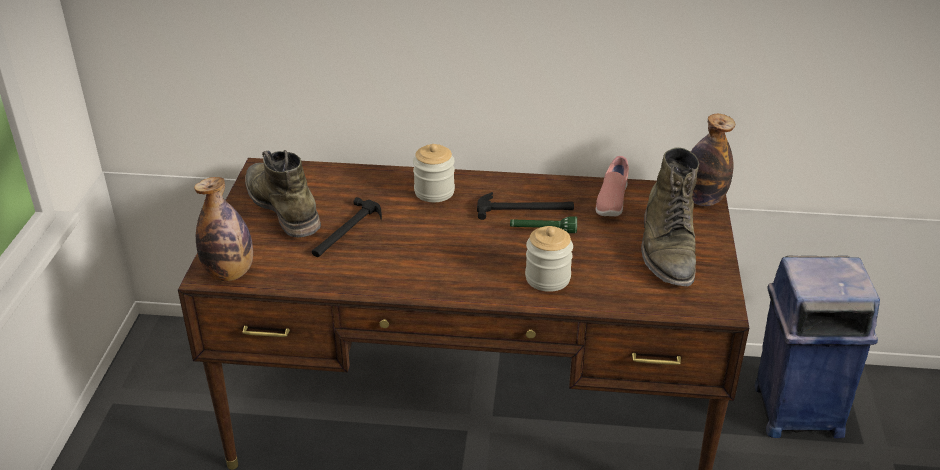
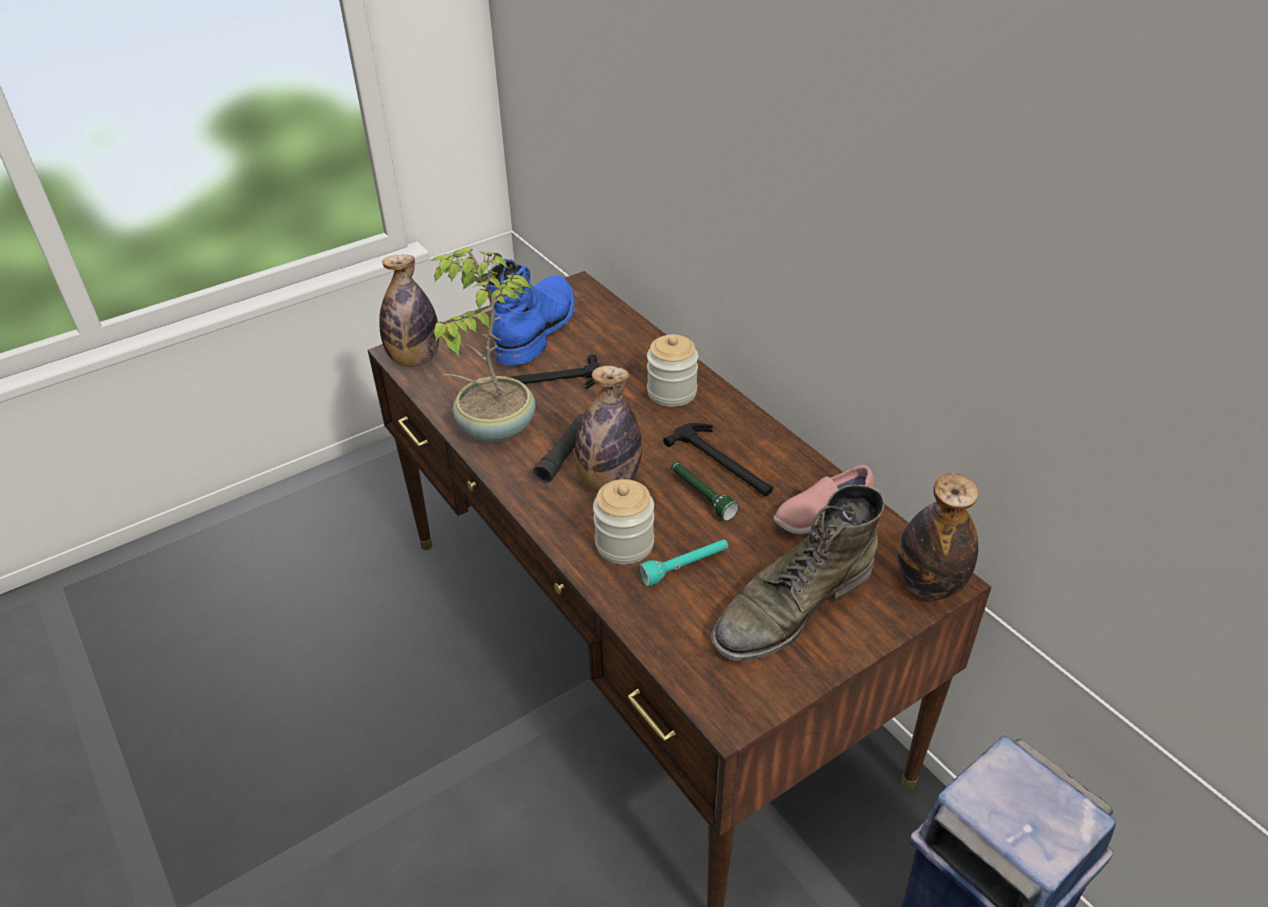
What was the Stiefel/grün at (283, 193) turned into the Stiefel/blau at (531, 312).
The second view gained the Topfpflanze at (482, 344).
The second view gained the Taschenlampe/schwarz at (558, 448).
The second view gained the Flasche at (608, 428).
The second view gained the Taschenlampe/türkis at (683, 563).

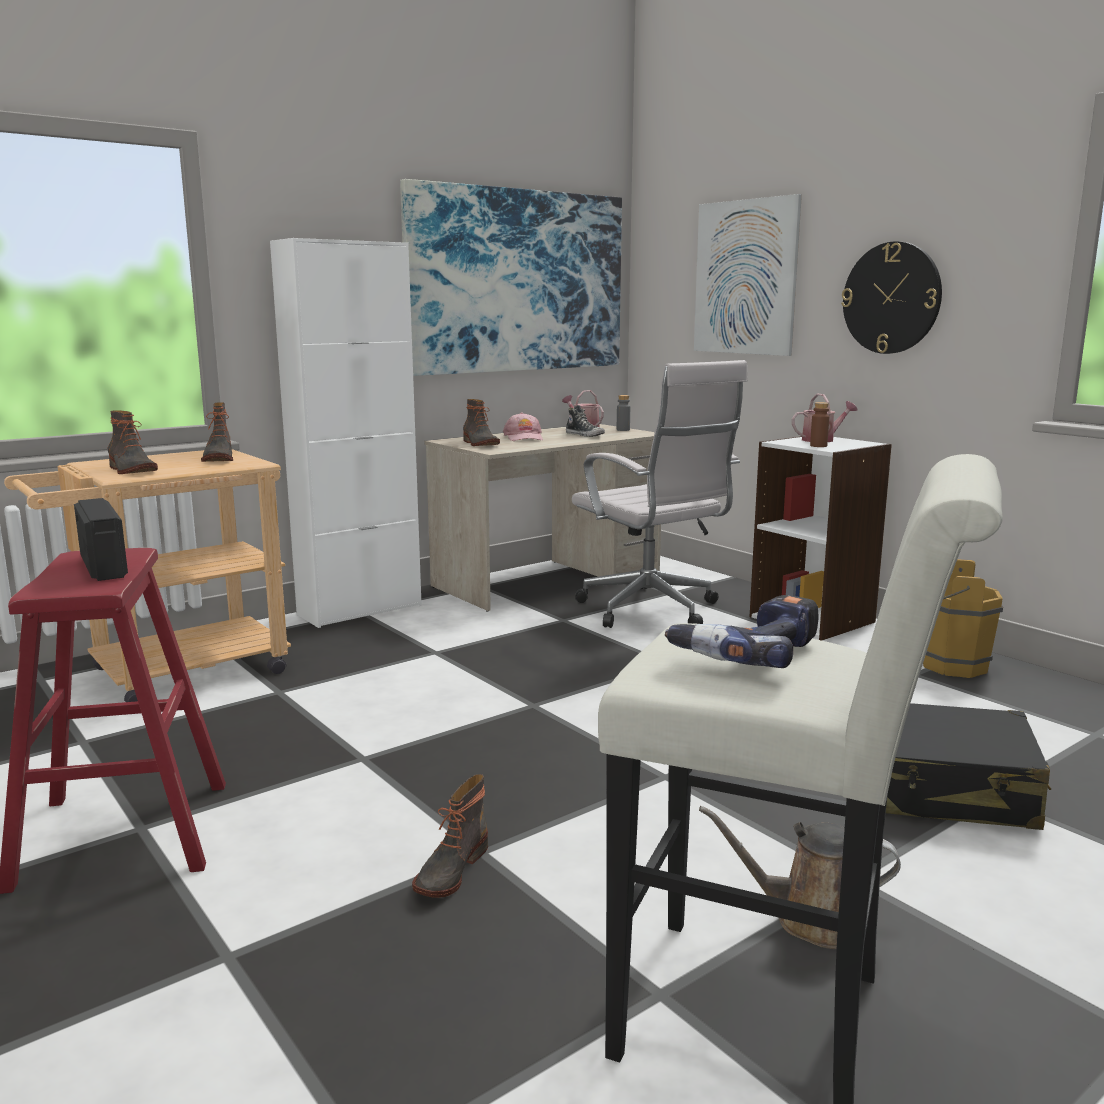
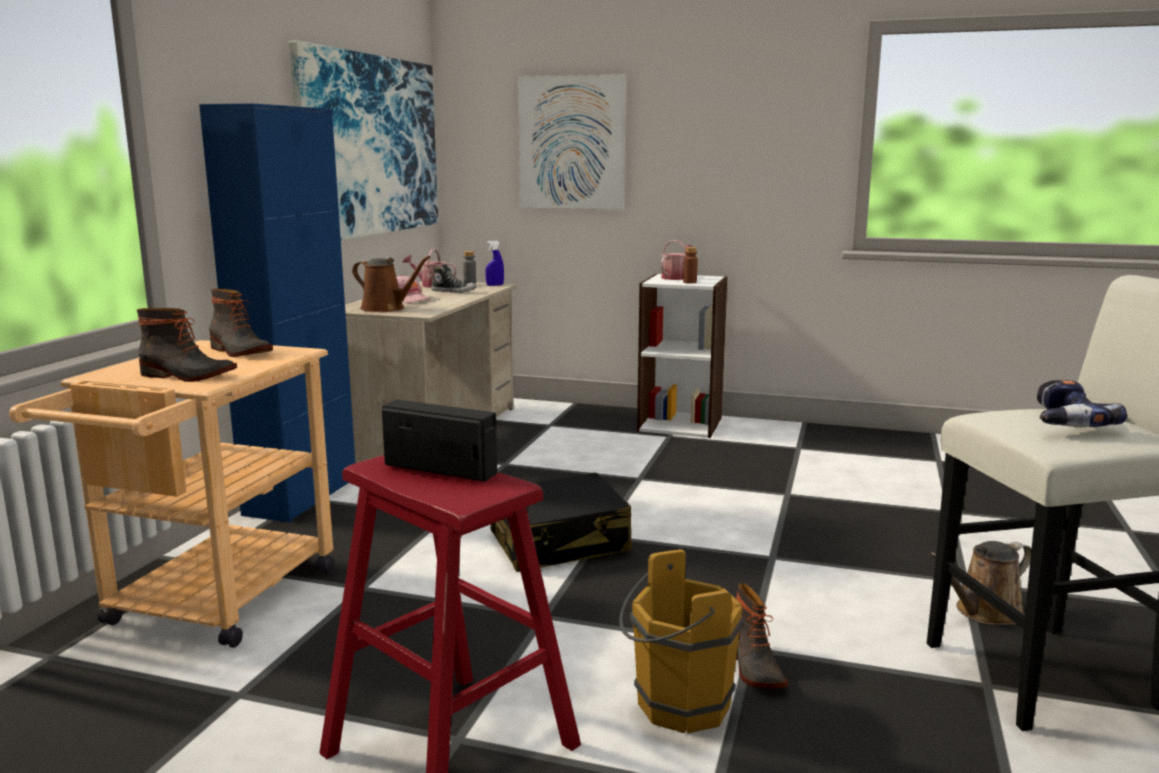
What was the Schrank/weiß at (346, 433) turned into the Schrank/blau at (277, 313).
Where the Stiefel stood at (481, 422), the Gießkanne/braun came to stand at (391, 284).
The second view lost the Bürostuhl/weiß at (660, 494).
The second view lost the Wanduhr at (891, 297).
The Koffer/schwarz ended up elsewhere, having gone from (968, 766) to (561, 522).
The Eimer/braun ended up elsewhere, having gone from (963, 618) to (681, 641).
The second view gained the Sprühflasche/blau at (494, 263).

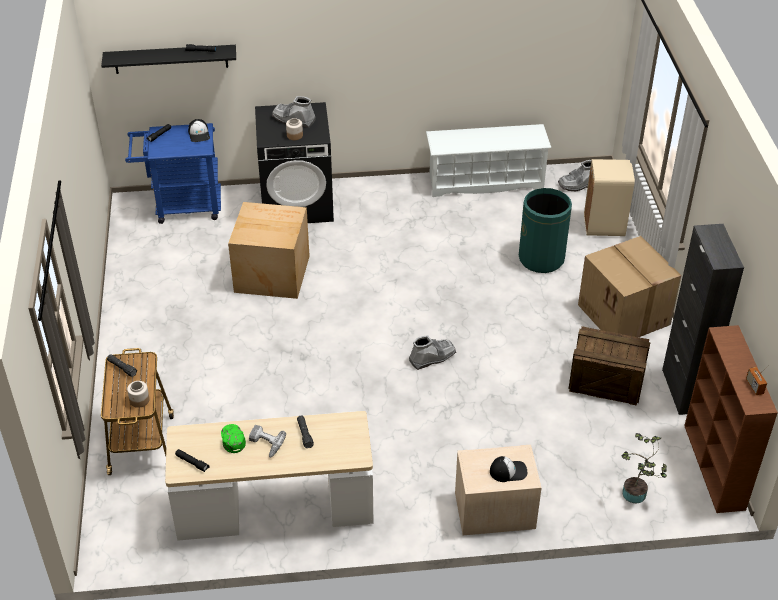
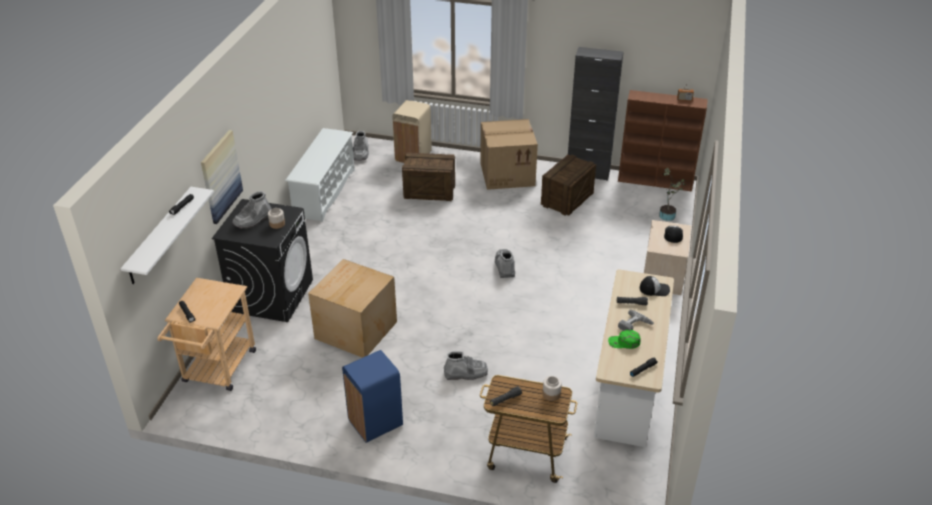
What was the Wandregal/schwarz at (168, 59) turned into the Wandregal/weiß at (167, 235).
What was the Rollwagen/blau at (173, 173) turned into the Rollwagen/beige at (206, 334).
The Kappe ended up elsewhere, having gone from (199, 130) to (655, 286).
Where the Mülleimer/grün stood at (545, 230), the Kiste came to stand at (428, 176).
The second view gained the Bild at (222, 177).
The second view gained the Mülleimer/blau at (372, 396).
The second view gained the Stiefel/grau at (466, 365).

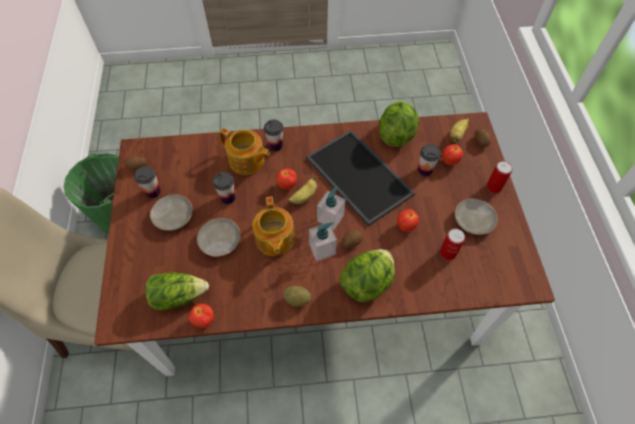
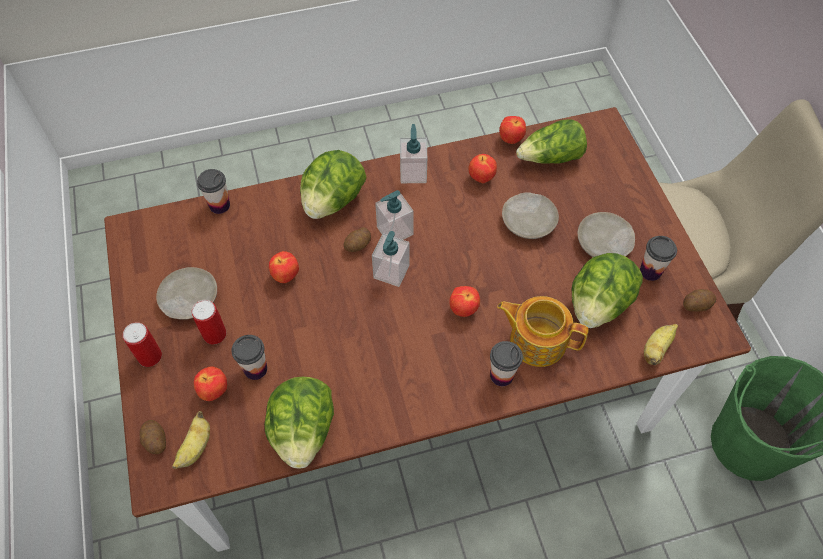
The Tasse ended up elsewhere, having gone from (224, 188) to (213, 191).
The second view lost the Teekanne at (273, 226).
Where the Kartoffel stood at (297, 296), the Seifenspender came to stand at (413, 153).
The Banane ended up elsewhere, having gone from (302, 190) to (661, 344).
The second view lost the Tablett at (360, 178).
The Dose ended up elsewhere, having gone from (452, 244) to (209, 322).
The second view gained the Apfel at (482, 168).
The second view gained the Salatkopf at (607, 290).

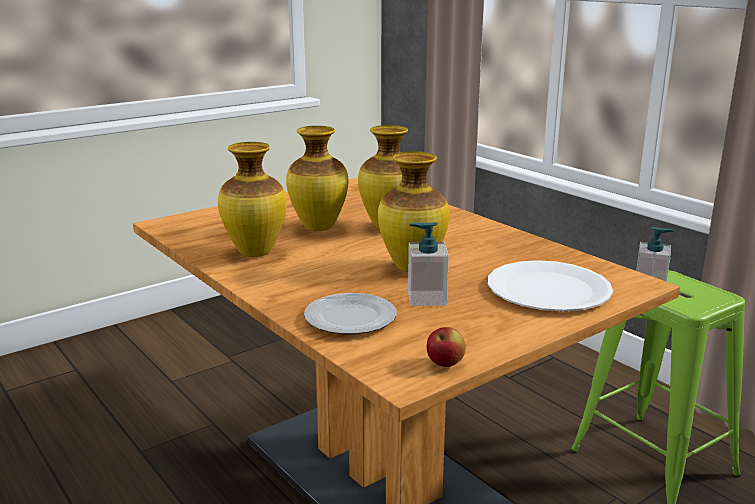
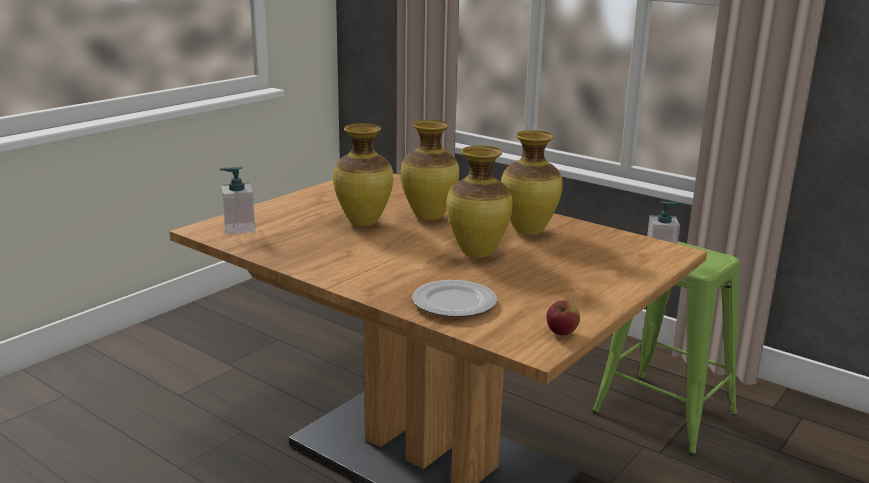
The Vase ended up elsewhere, having gone from (252, 199) to (532, 182).
The Seifenspender ended up elsewhere, having gone from (428, 264) to (237, 200).
The second view lost the Teller/weiß at (550, 285).

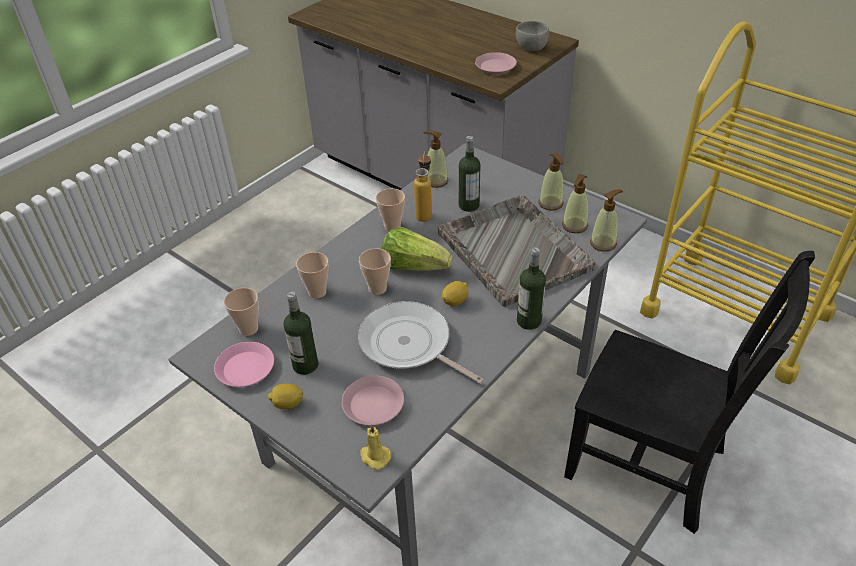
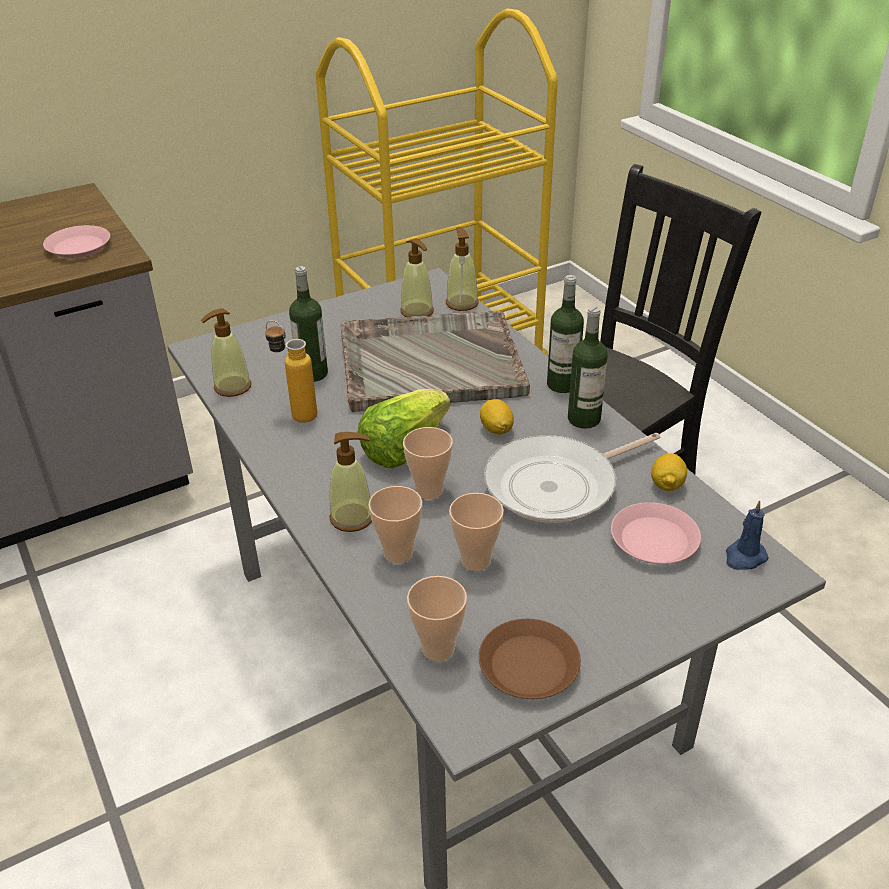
What was the Teller/rosa at (244, 364) turned into the Teller/braun at (530, 659).
The Zitrone ended up elsewhere, having gone from (285, 396) to (669, 472).
The Flasche ended up elsewhere, having gone from (301, 333) to (588, 367).
What was the Kerze/gelb at (375, 446) turned into the Kerze/blau at (747, 535).
The Tasse ended up elsewhere, having gone from (390, 209) to (476, 532).
The second view lost the Schüssel/grau at (532, 36).
The Seifenspender ended up elsewhere, having gone from (551, 182) to (350, 482).

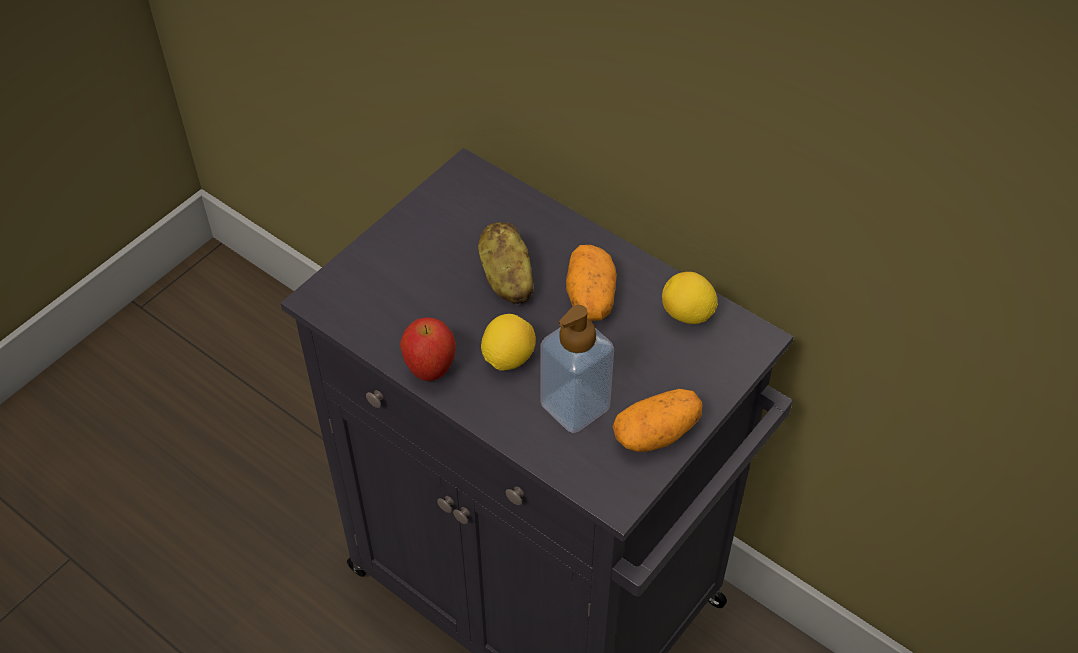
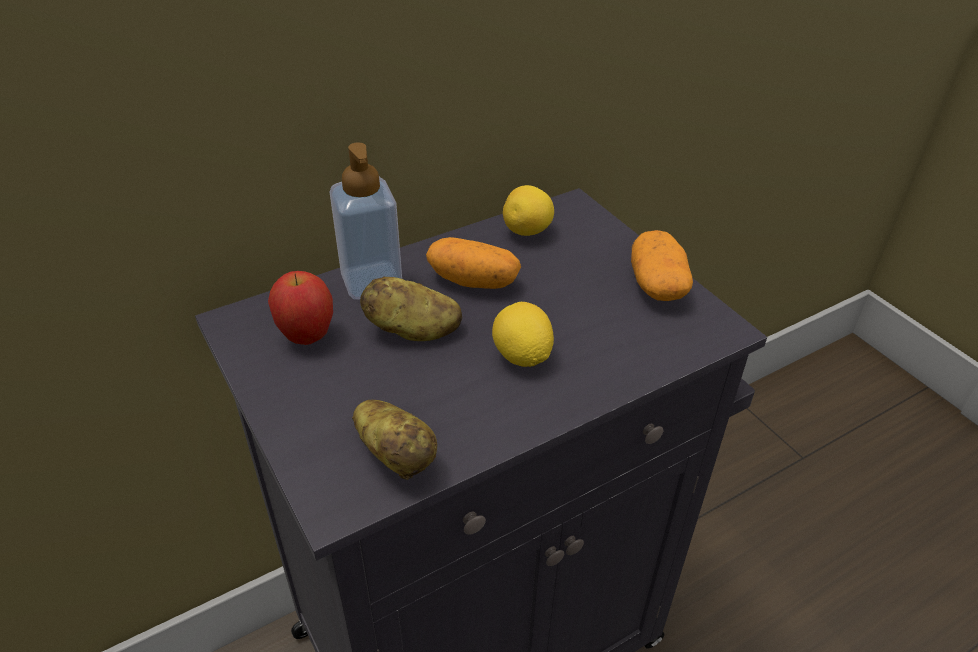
The Apfel ended up elsewhere, having gone from (428, 349) to (300, 308).
The Seifenspender ended up elsewhere, having gone from (577, 369) to (365, 221).
The second view gained the Kartoffel at (394, 440).

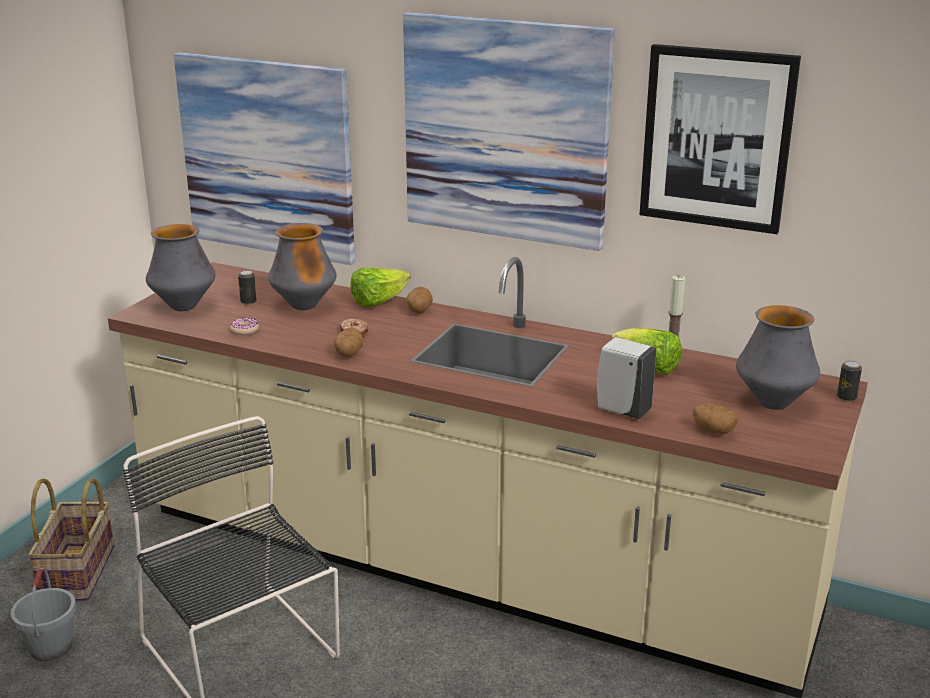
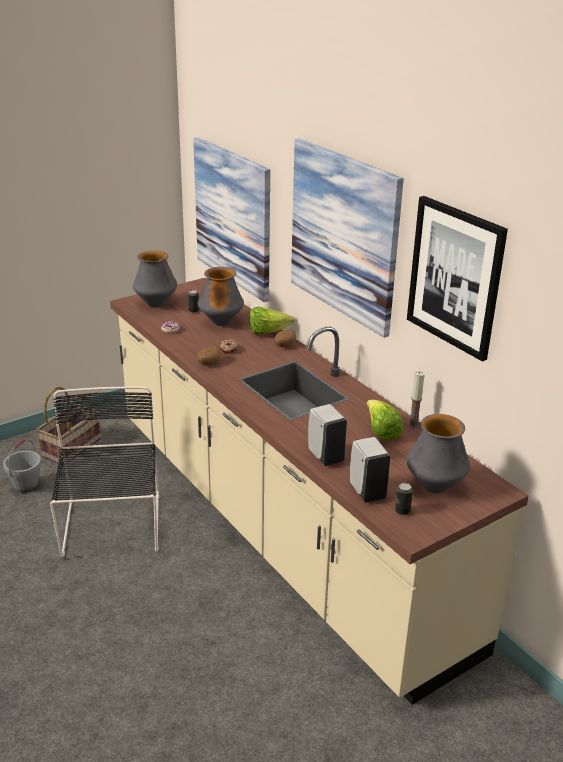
Where the Kartoffel stood at (715, 418), the Seifenspender/weiß came to stand at (370, 469).
The Dose ended up elsewhere, having gone from (849, 381) to (404, 499).

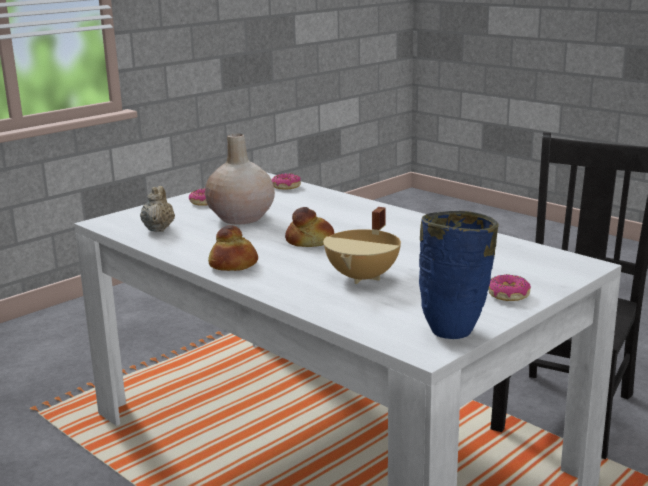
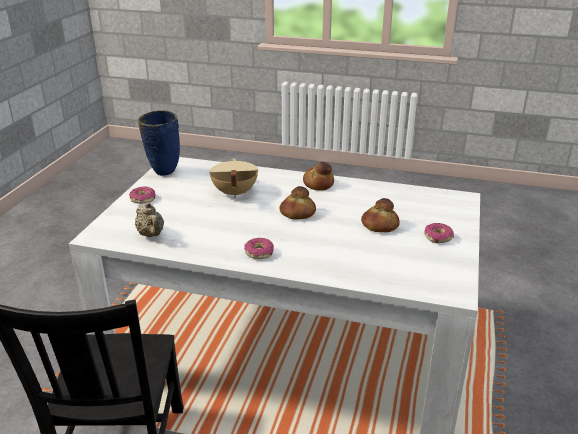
The Teekanne/beige ended up elsewhere, having gone from (157, 209) to (149, 219).
Where the Vase/beige stood at (240, 179), the Brot came to stand at (380, 215).
The Donut ended up elsewhere, having gone from (286, 181) to (259, 248).

